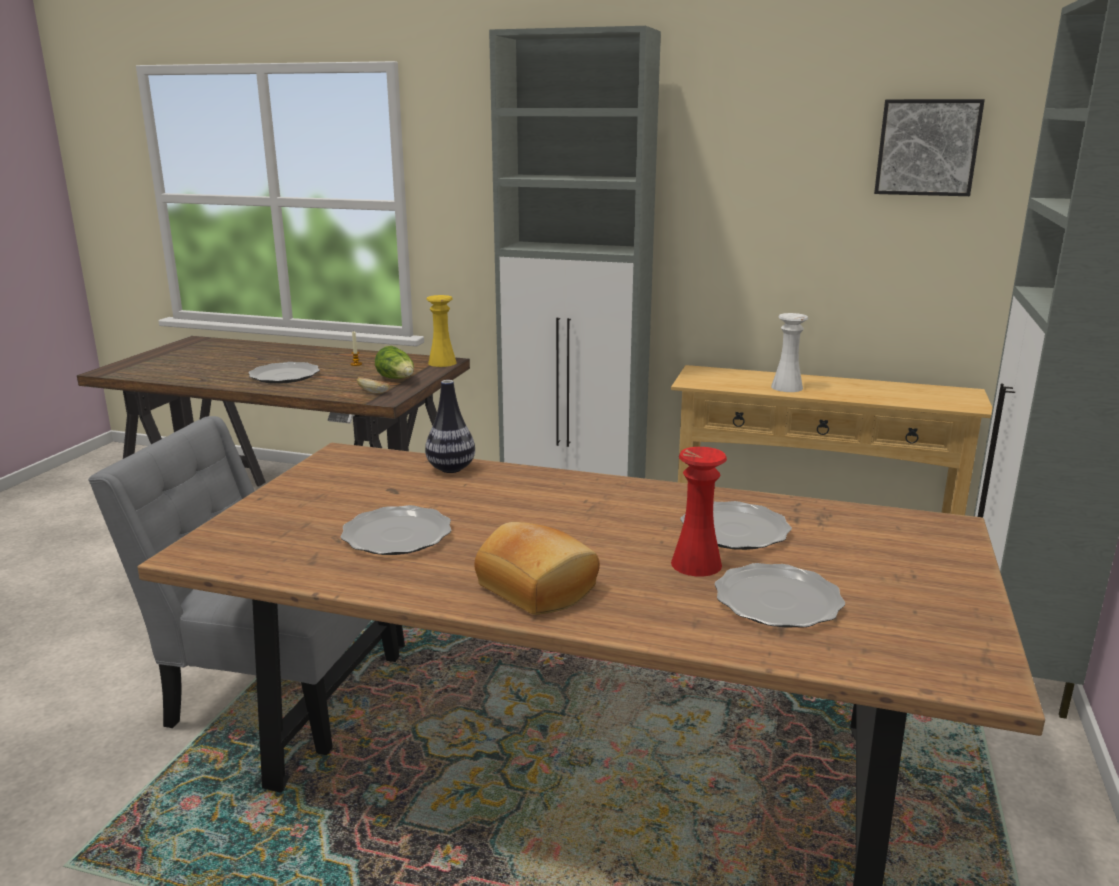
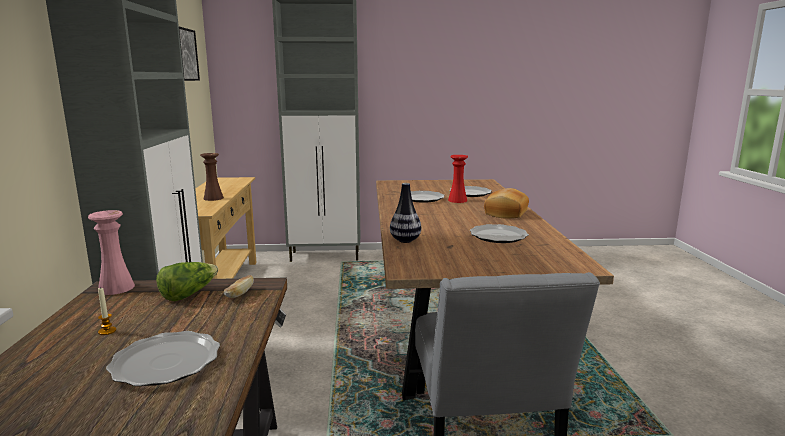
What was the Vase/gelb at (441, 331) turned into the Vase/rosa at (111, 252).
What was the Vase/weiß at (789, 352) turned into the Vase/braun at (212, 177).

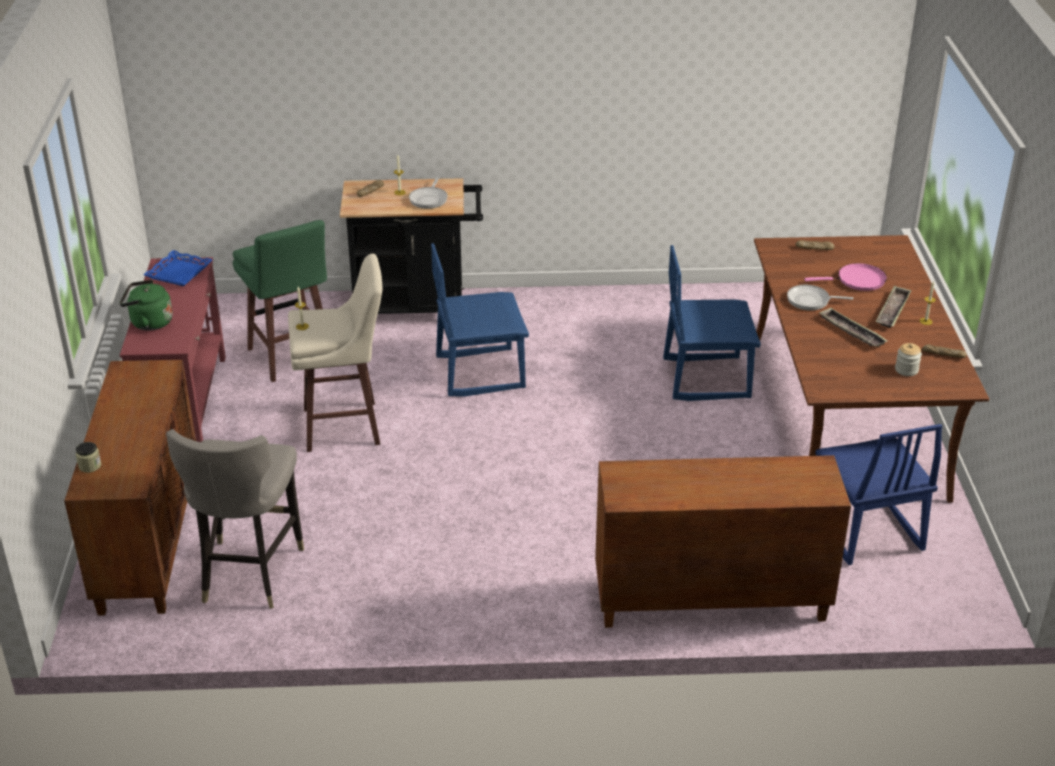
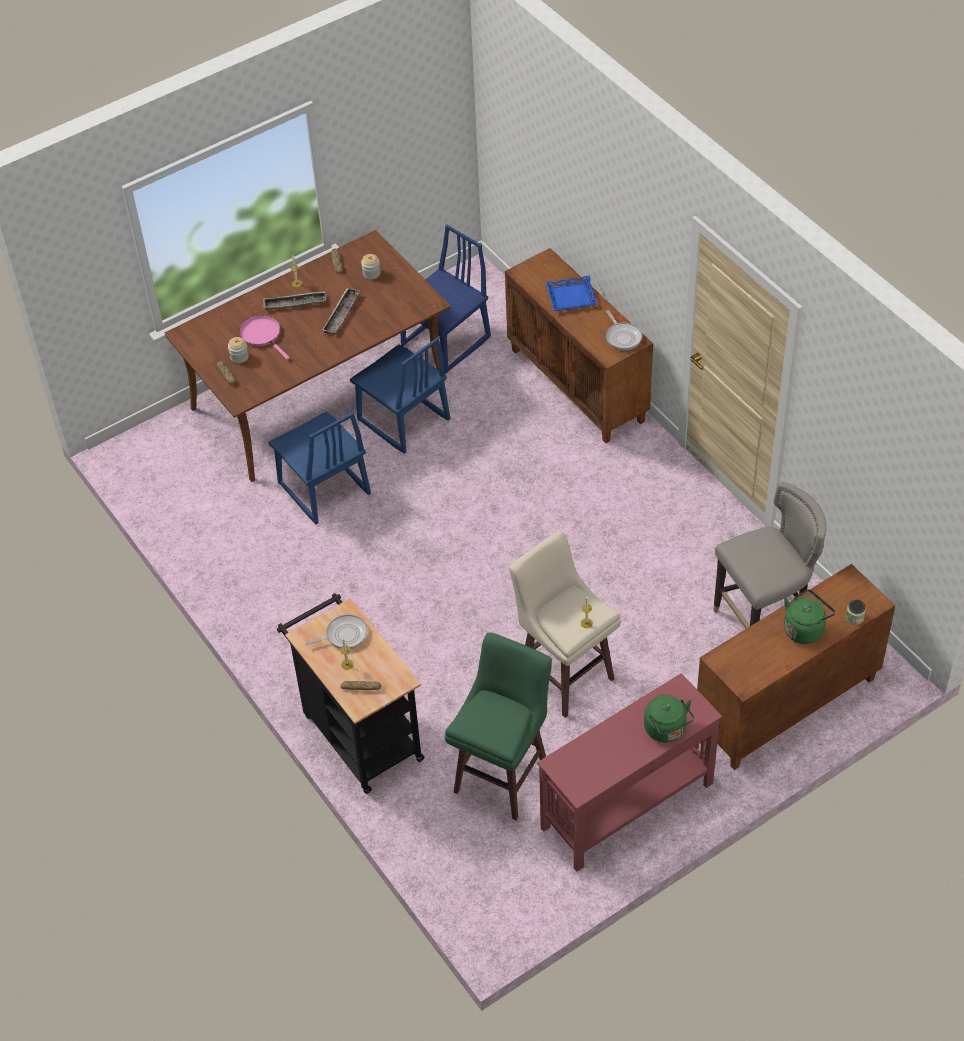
The Tablett/blau ended up elsewhere, having gone from (178, 268) to (571, 293).
The Stuhl/blau ended up elsewhere, having gone from (480, 320) to (400, 395).
The Pfanne ended up elsewhere, having gone from (820, 298) to (624, 330).
The second view gained the Vorratsglas at (238, 350).
The second view gained the Wasserkessel/grün at (809, 616).

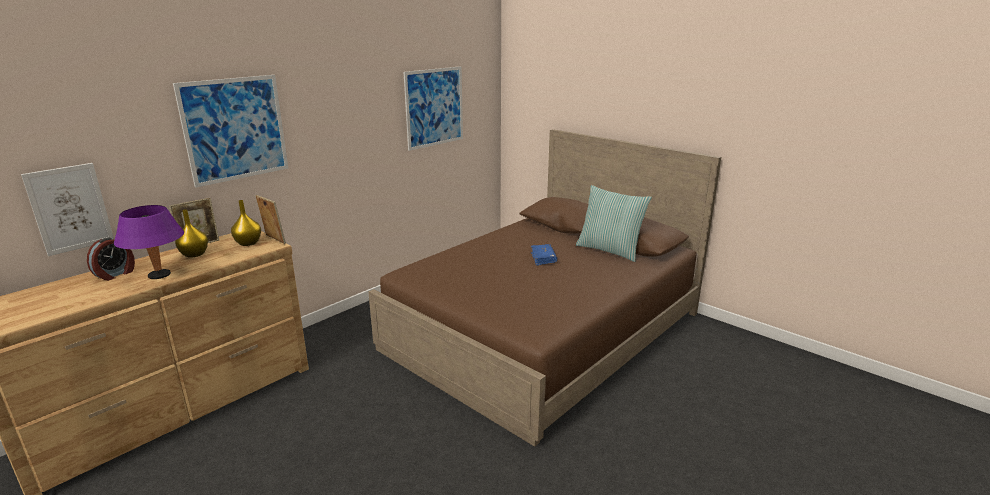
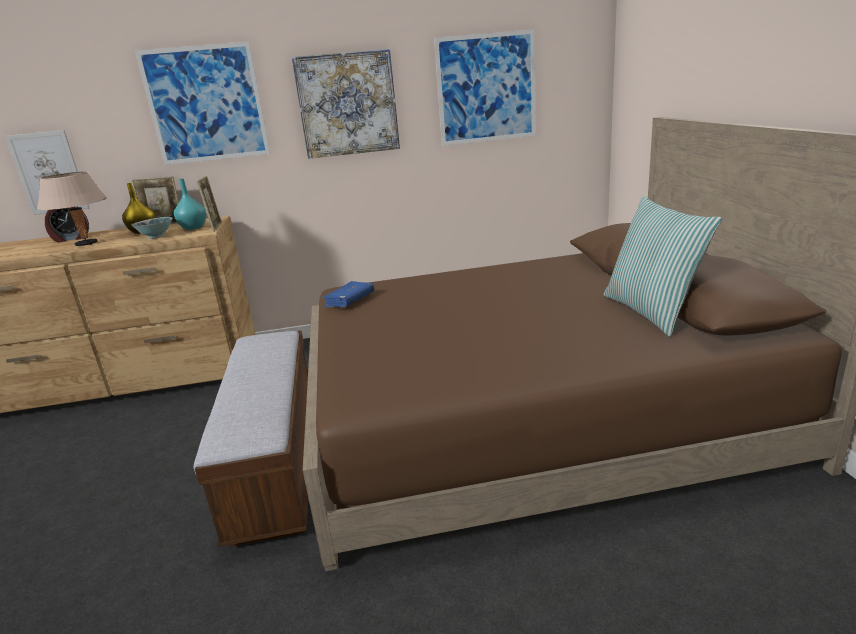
What was the Tischlampe/lila at (149, 242) turned into the Tischlampe/beige at (72, 209).
What was the Vase/gelb at (246, 223) turned into the Vase/türkis at (190, 204).
The Buch/blau ended up elsewhere, having gone from (544, 255) to (348, 294).
The second view gained the Schüssel at (152, 228).
The second view gained the Bank at (250, 438).
The second view gained the Bild at (346, 104).

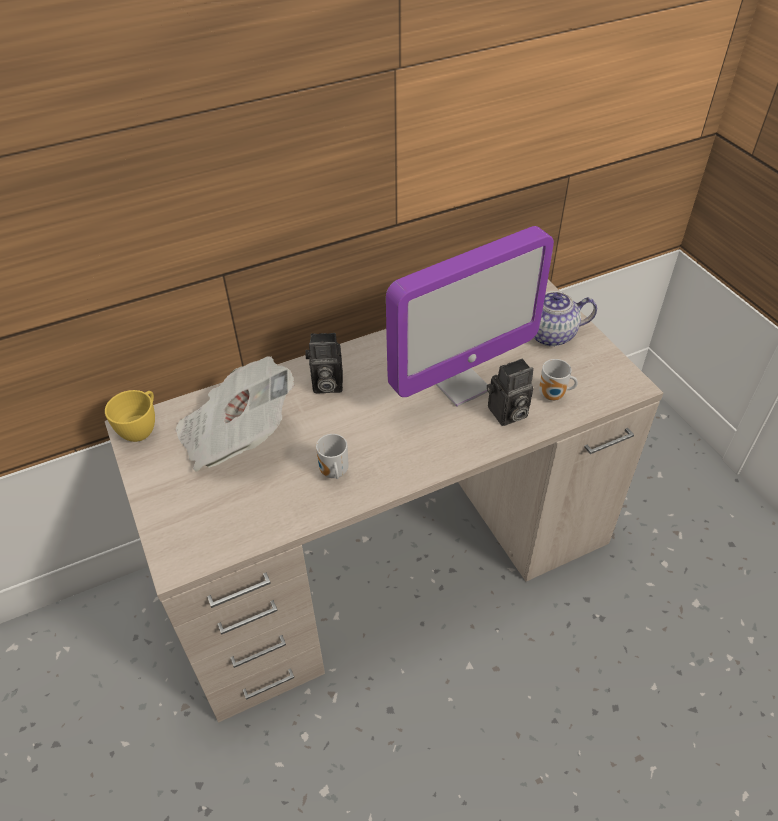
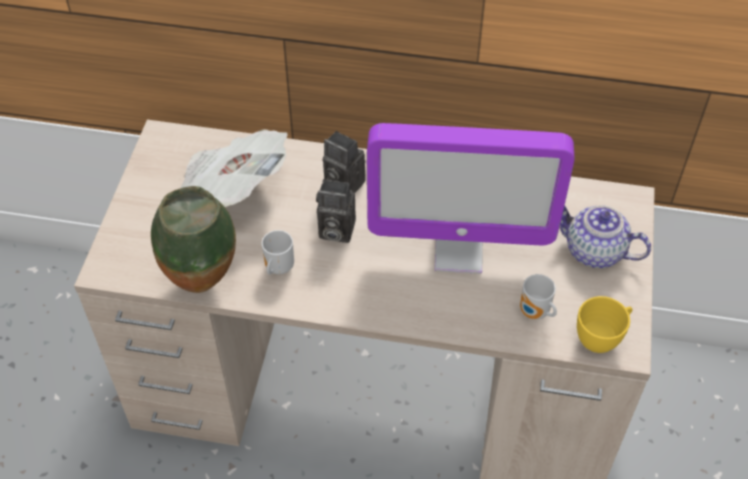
The Tasse/gelb ended up elsewhere, having gone from (130, 416) to (604, 324).
The Kamera ended up elsewhere, having gone from (510, 392) to (336, 211).
The second view gained the Vase at (193, 239).

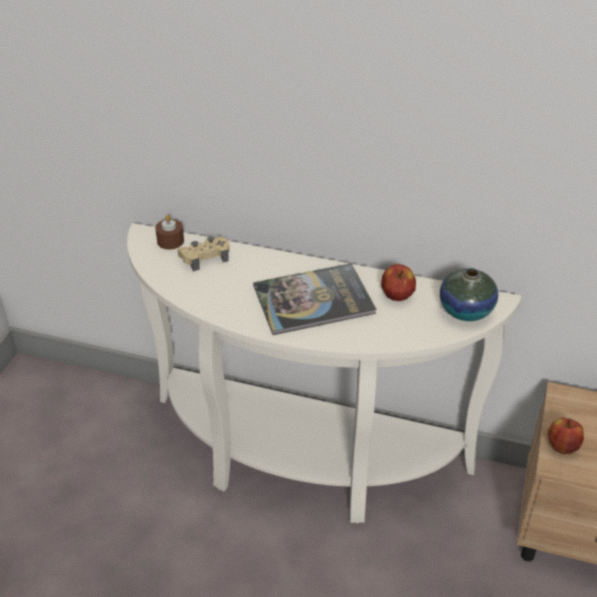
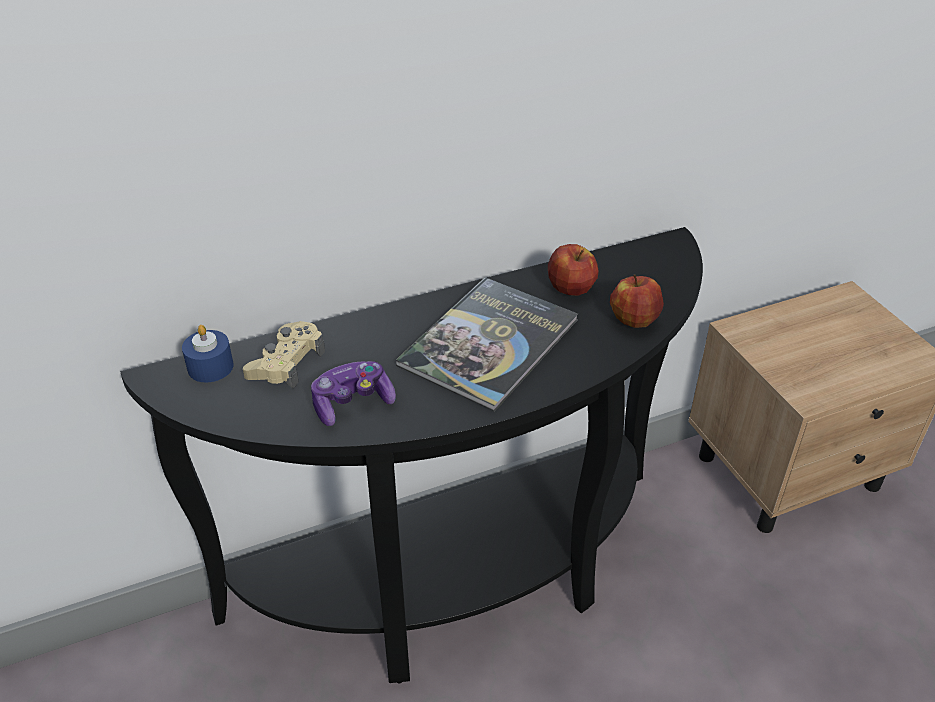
What was the Konsolentisch/weiß at (324, 373) turned into the Konsolentisch/schwarz at (411, 455).
What was the Kerze/braun at (169, 232) turned into the Kerze/blau at (208, 353).
The second view lost the Vase at (469, 294).
The Apfel ended up elsewhere, having gone from (566, 436) to (637, 301).
The second view gained the Gamepad at (353, 393).

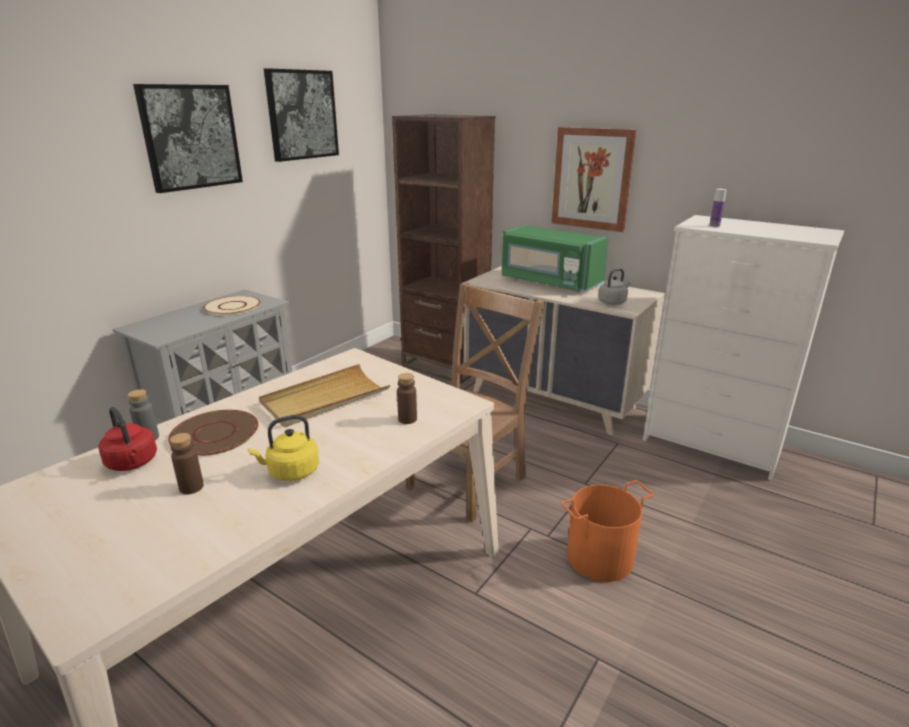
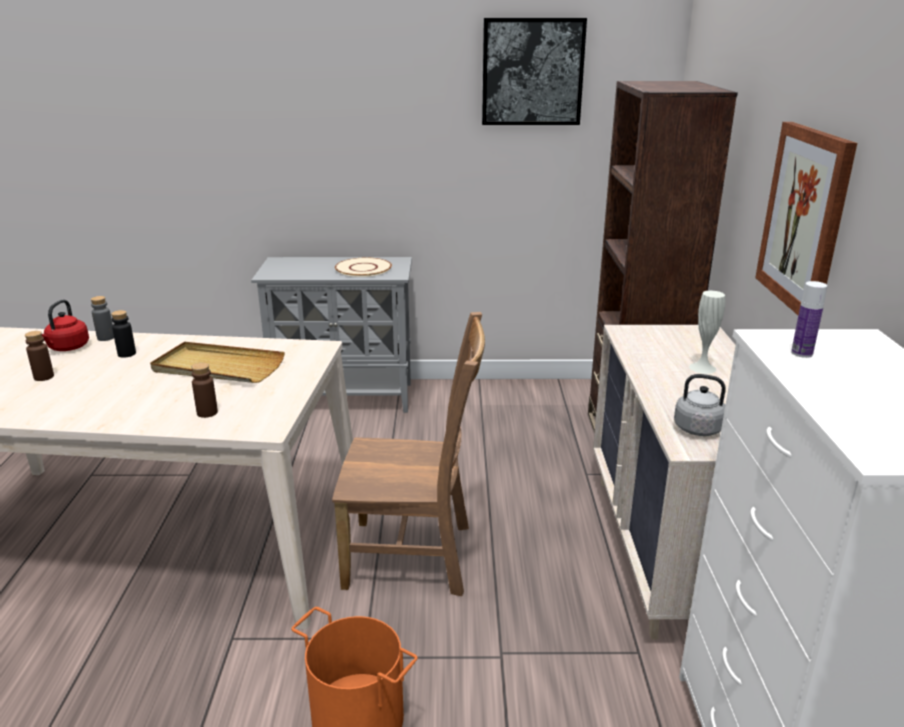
The second view lost the Bild at (188, 138).
Where the Teller/braun stood at (213, 433), the Flasche/schwarz came to stand at (123, 333).
The second view lost the Wasserkessel/gelb at (283, 448).
Where the Mikrowelle/grün stood at (555, 258), the Vase/weiß came to stand at (707, 332).

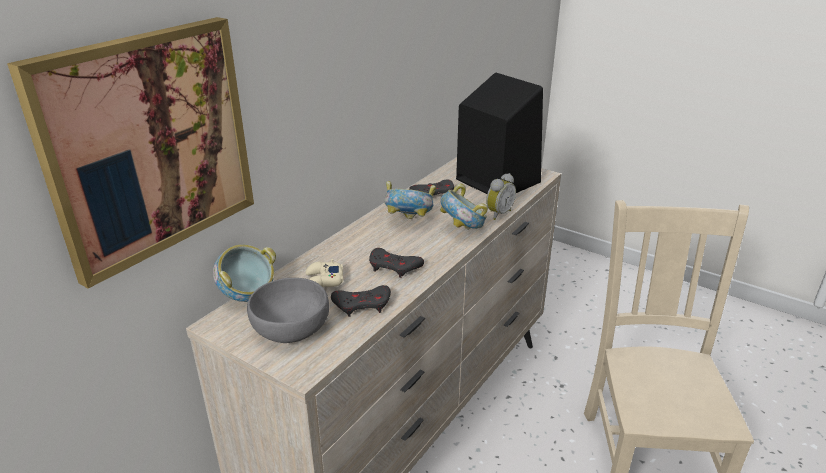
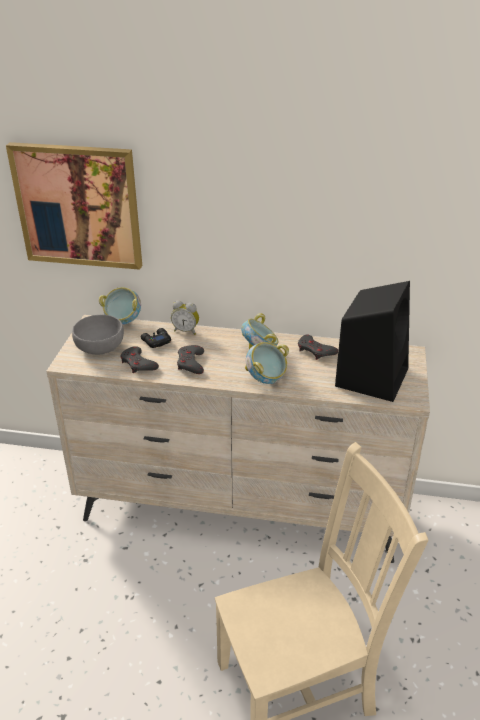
What was the Gamepad/beige at (324, 273) turned into the Gamepad/schwarz at (156, 338).
The Wecker ended up elsewhere, having gone from (501, 196) to (185, 318).

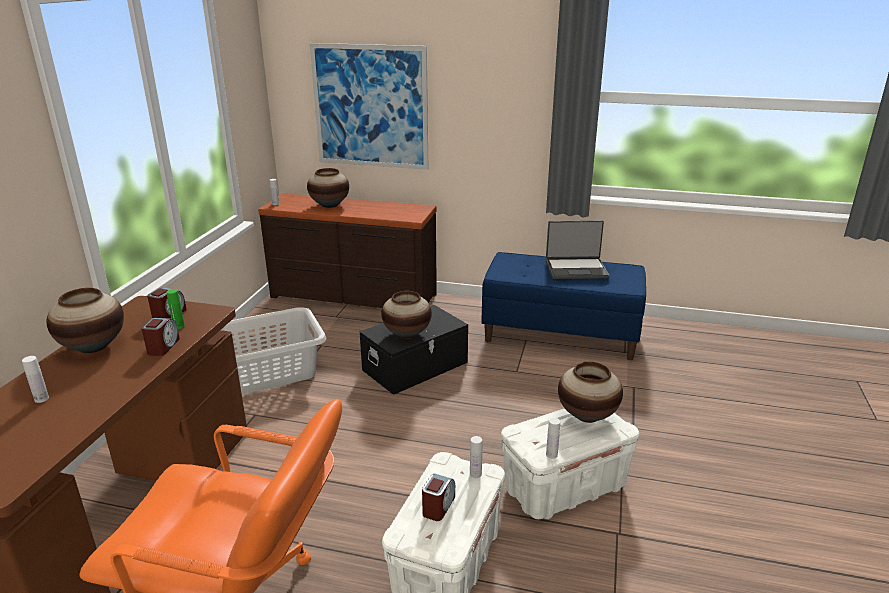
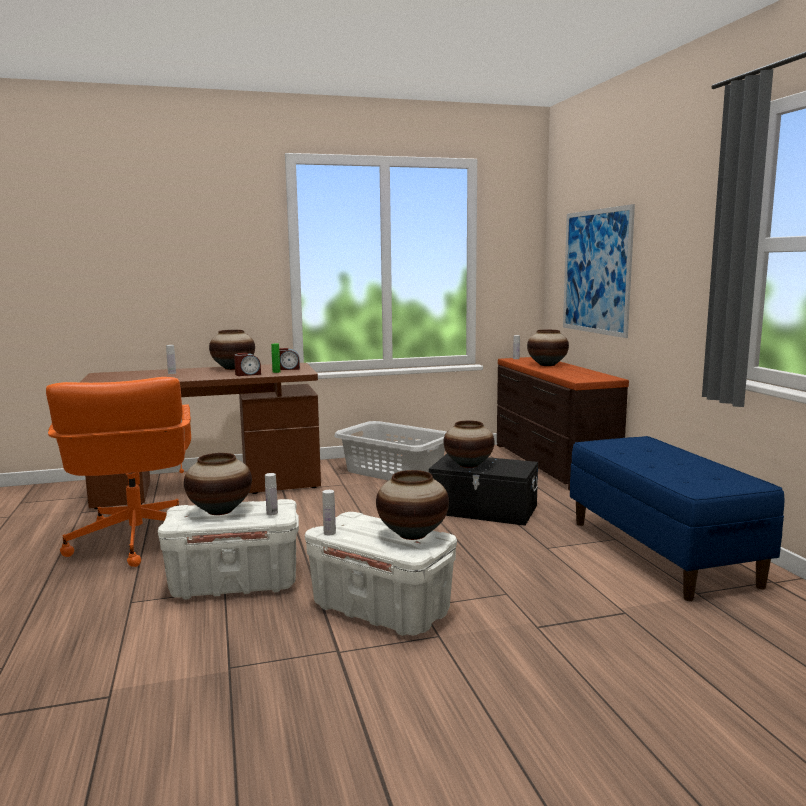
Where the Wecker stood at (438, 497), the Vase came to stand at (218, 484).
The second view lost the Laptop at (577, 249).

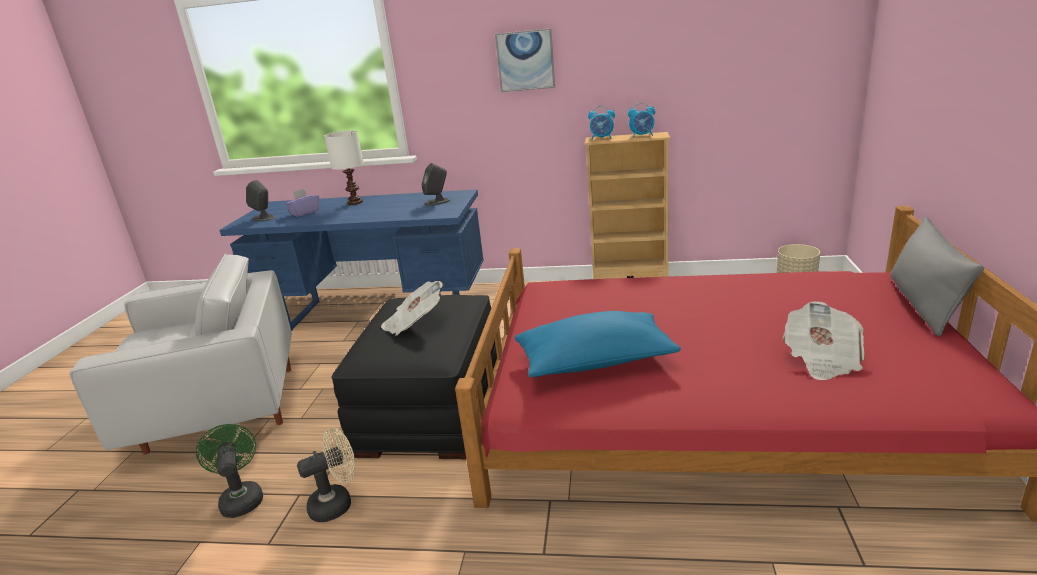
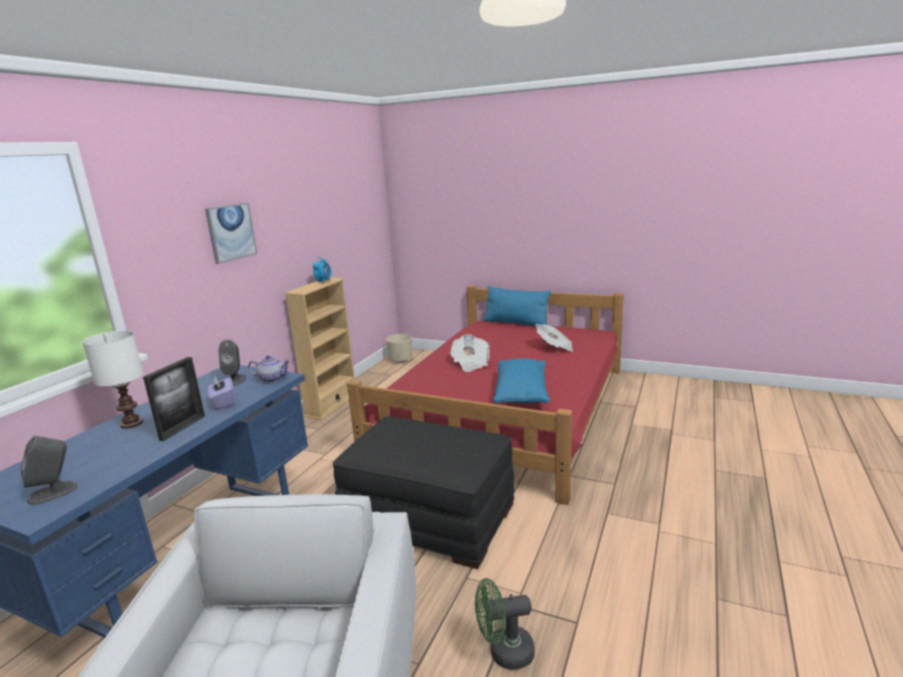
The Taschentuchbox/lila ended up elsewhere, having gone from (302, 202) to (221, 392).
The second view lost the Ventilator/beige at (326, 474).
The Zeitung ended up elsewhere, having gone from (412, 308) to (469, 353).
The second view lost the Wecker at (601, 123).
What was the Kissen/grau at (937, 276) turned into the Kissen/blau at (517, 306).
The second view gained the Bilderrahmen at (174, 399).
The second view gained the Teekanne at (269, 369).

